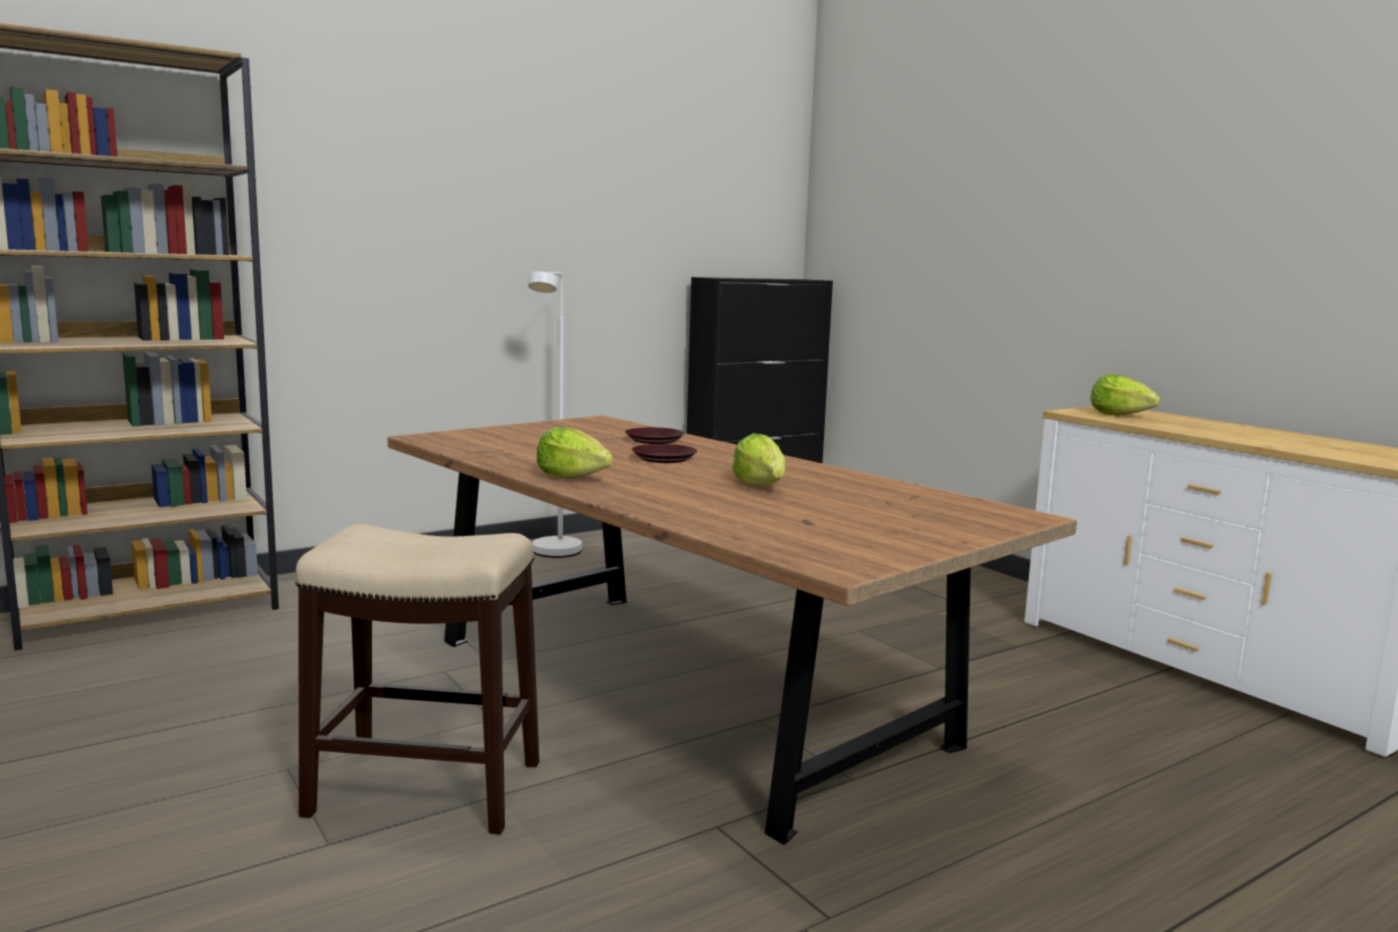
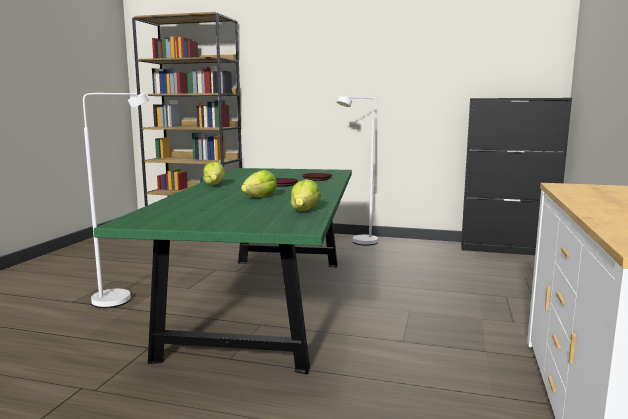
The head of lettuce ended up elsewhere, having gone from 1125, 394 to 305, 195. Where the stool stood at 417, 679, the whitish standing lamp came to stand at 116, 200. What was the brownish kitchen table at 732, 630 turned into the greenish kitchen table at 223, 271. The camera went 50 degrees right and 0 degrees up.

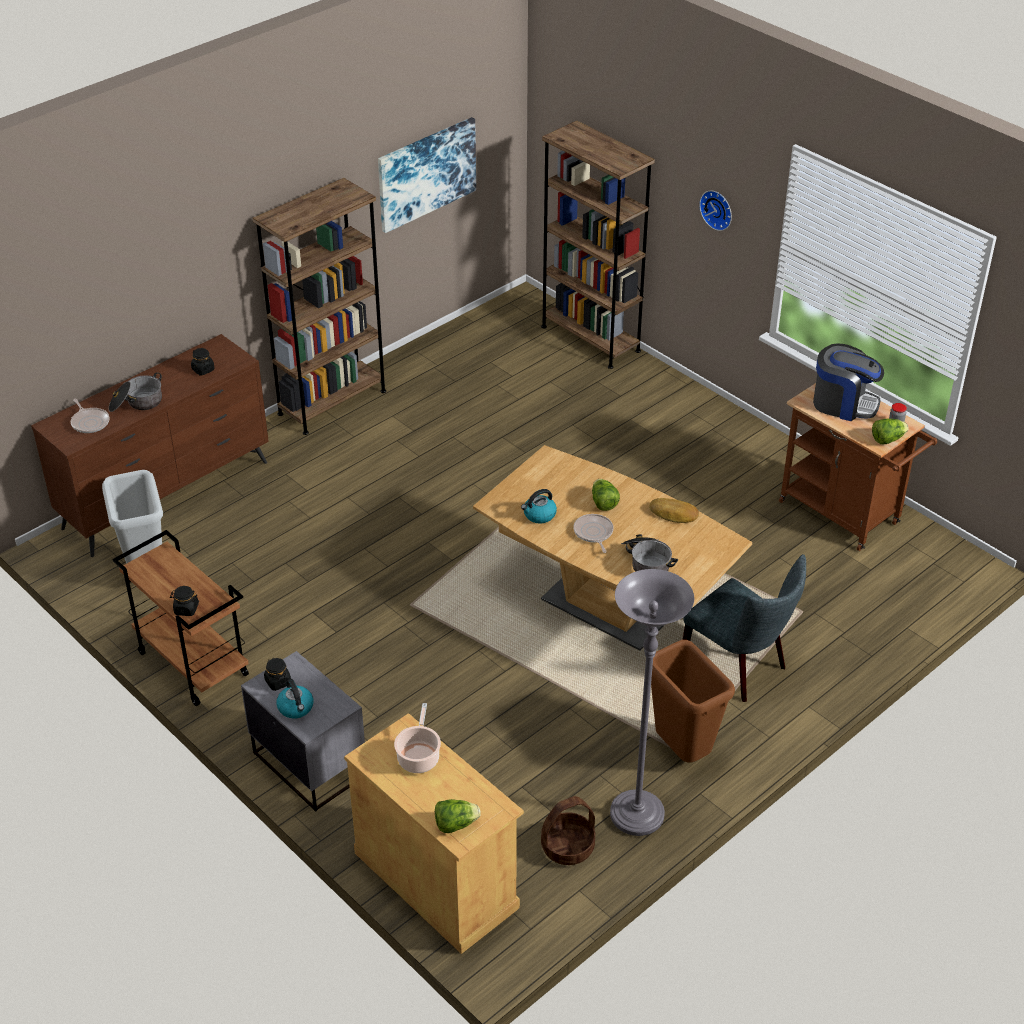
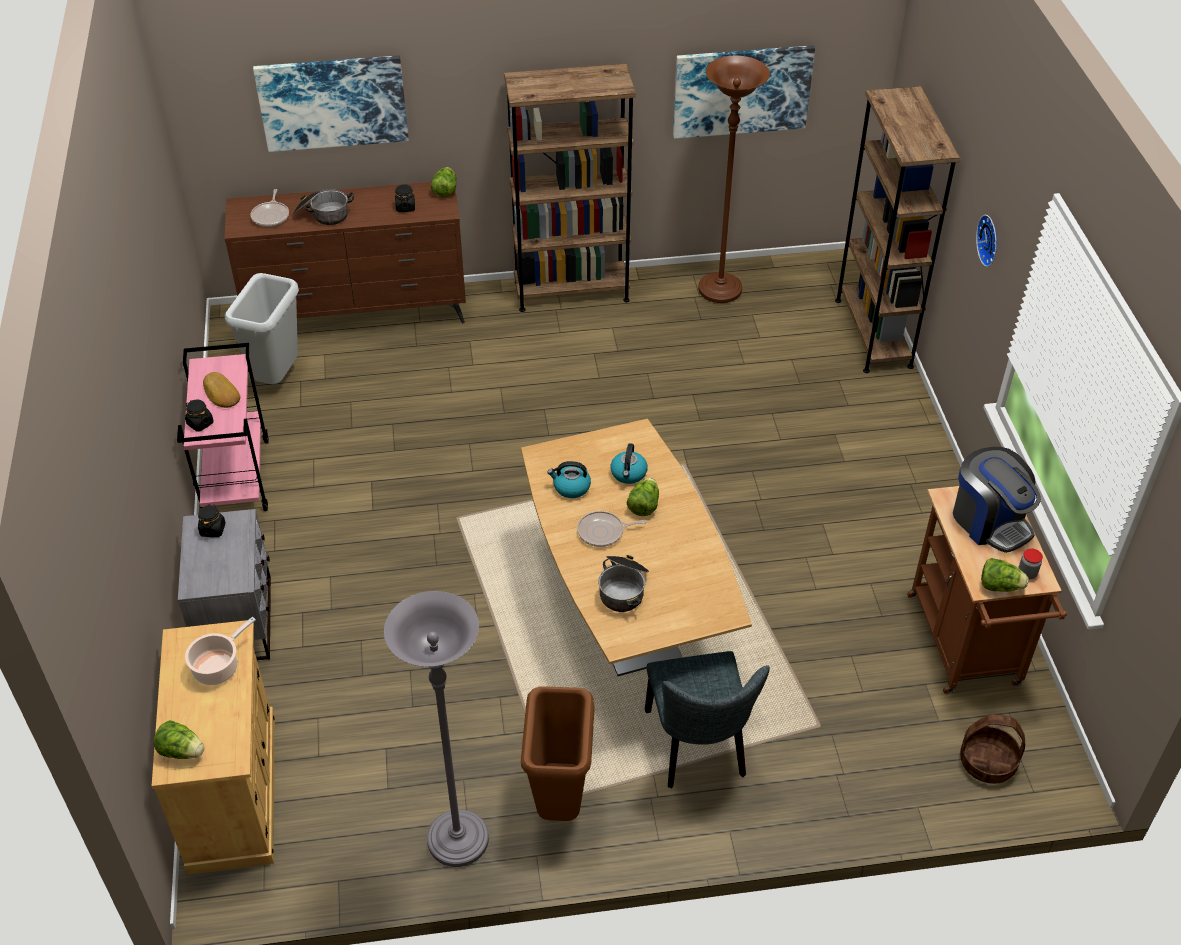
The second view gained the wall picture at 331, 103. The second view gained the head of lettuce at 443, 182. The second view gained the brownish standing lamp at 734, 179. The water kettle ended up elsewhere, having gone from 295, 699 to 629, 463. The storage basket ended up elsewhere, having gone from 568, 830 to 992, 749. The bakery bread ended up elsewhere, having gone from 674, 510 to 221, 390. What was the brownish cart at 180, 618 turned into the pinkish cart at 223, 427. The skillet at 593, 533 ended up facing another way, 120 degrees counterclockwise from before. The camera went 35 degrees right and 5 degrees up.

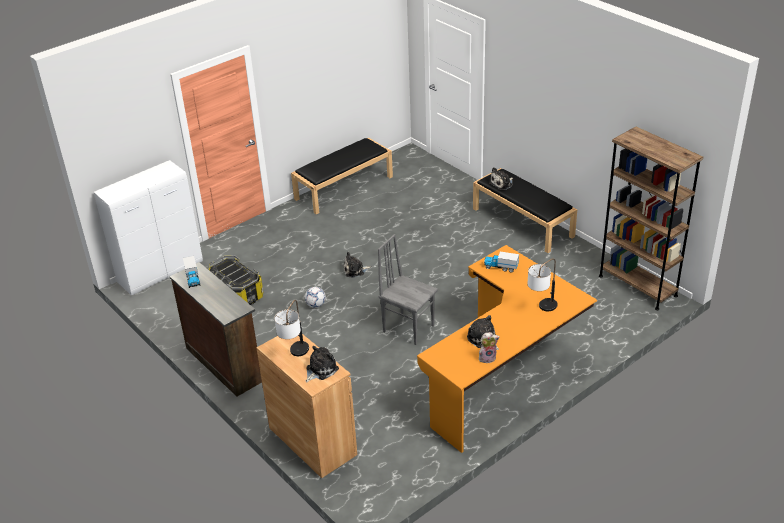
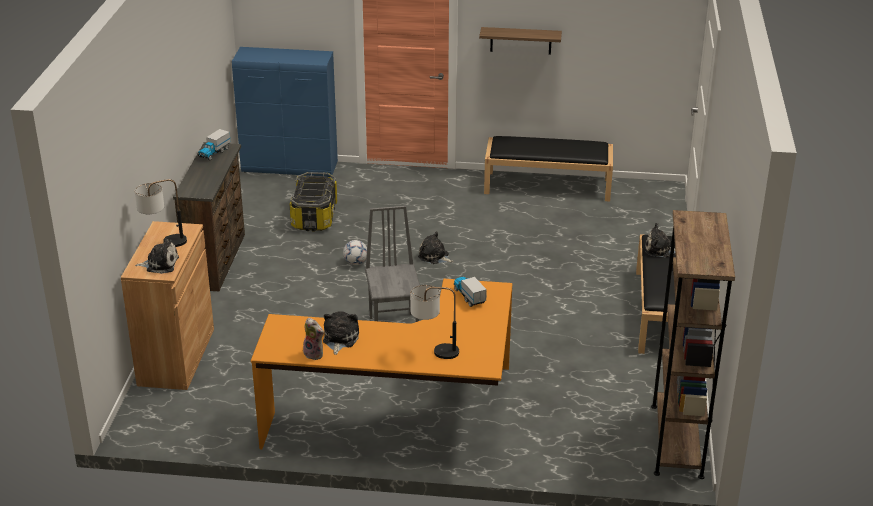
The second view gained the bracket shelf at 520, 41. What was the whitish cupboard at 148, 228 turned into the blue-coloured cupboard at 285, 112. The camera went 45 degrees right and 5 degrees down.

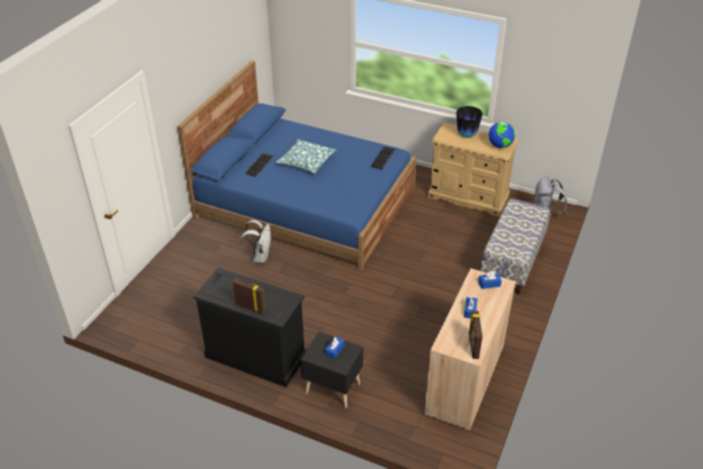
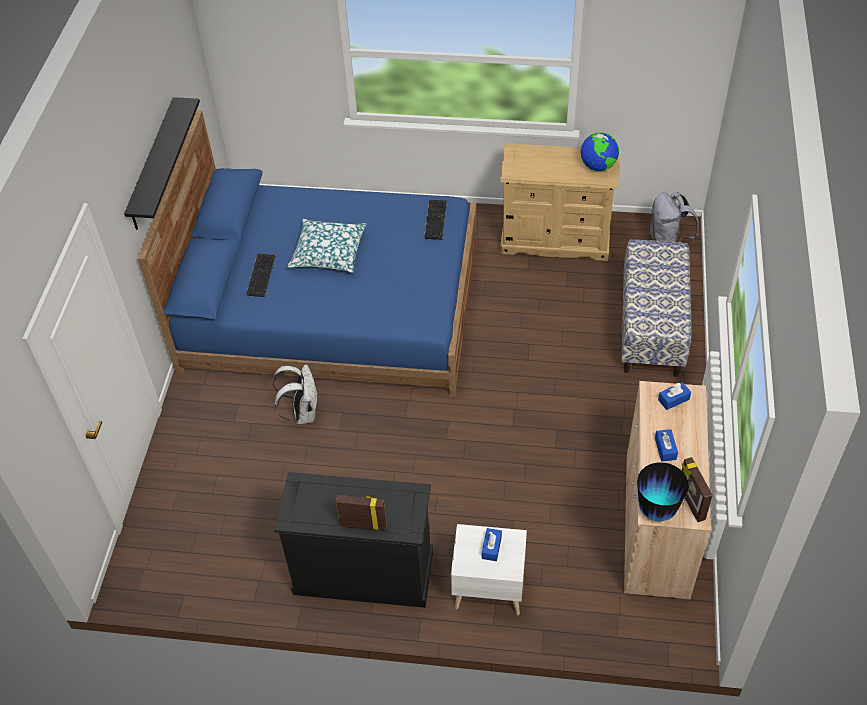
The second view gained the blackish bracket shelf at 162, 163. The decorative vase ended up elsewhere, having gone from 469, 121 to 663, 491. What was the blackish night table at 331, 370 turned into the whitish night table at 489, 569. The camera went 15 degrees left and 10 degrees up.

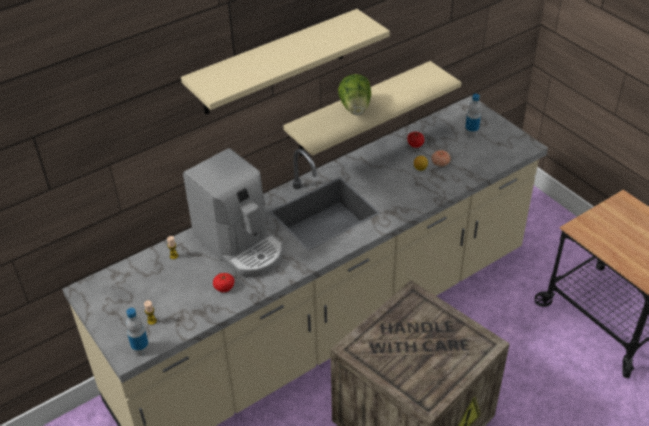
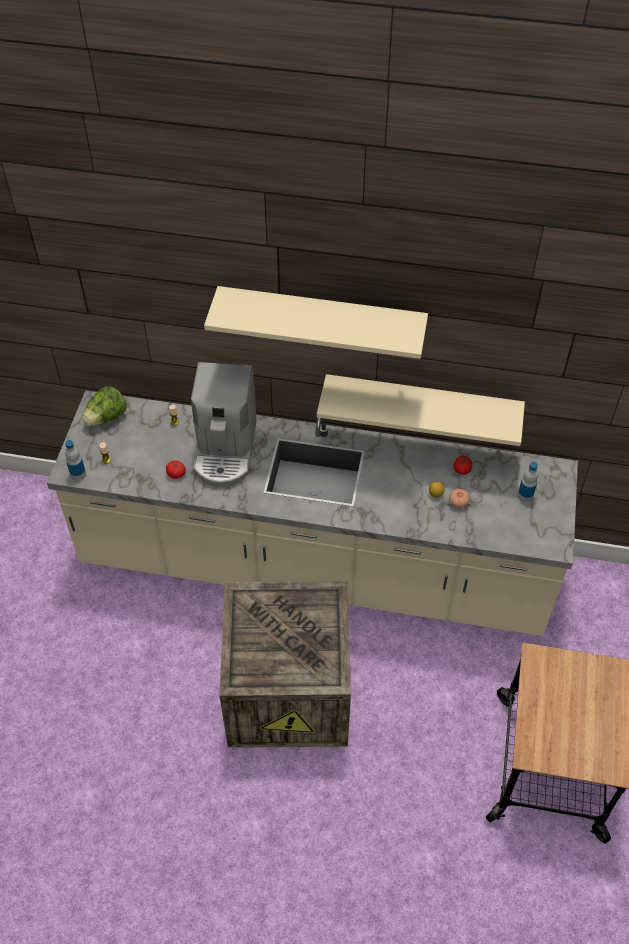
The head of lettuce ended up elsewhere, having gone from 354, 94 to 104, 406. The camera went 45 degrees right and 10 degrees up.

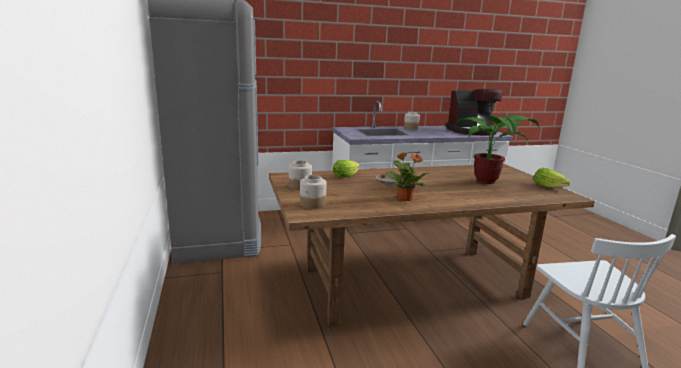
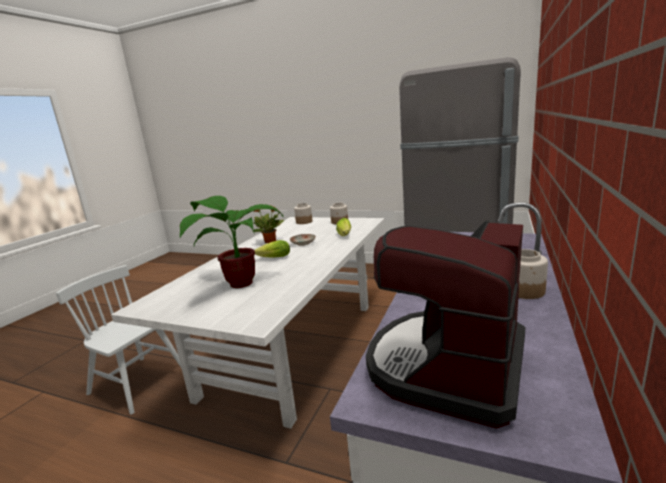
The head of lettuce ended up elsewhere, having gone from 552, 178 to 272, 248. What was the brownish kitchen table at 432, 245 turned into the whitish kitchen table at 247, 323. The camera went 130 degrees right and 0 degrees up.

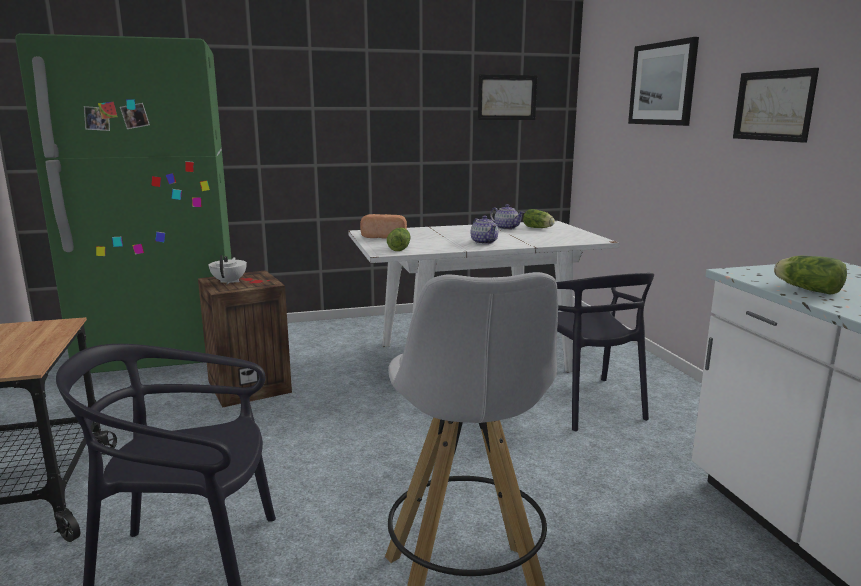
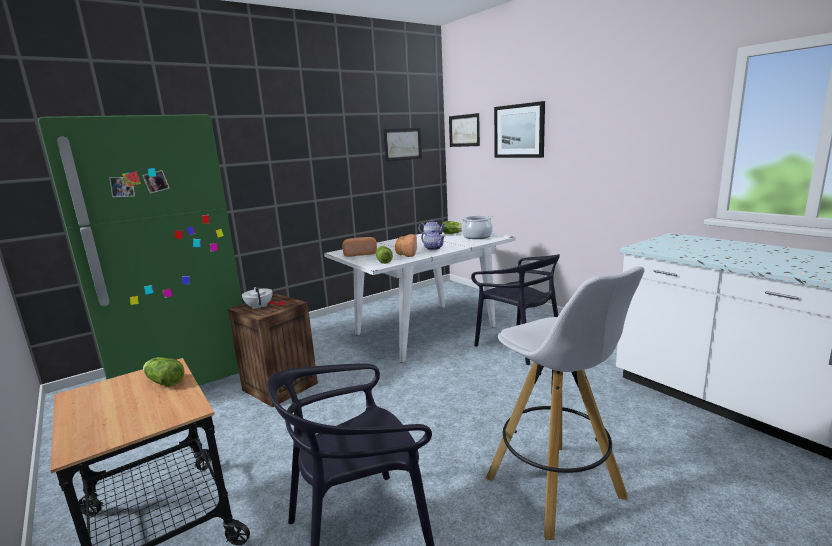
The second view gained the bakery bread at 406, 245. The second view gained the stockpot at 476, 227. The wall picture ended up elsewhere, having gone from 776, 105 to 464, 130. The head of lettuce ended up elsewhere, having gone from 810, 275 to 163, 372. The camera went 20 degrees left and 0 degrees up.

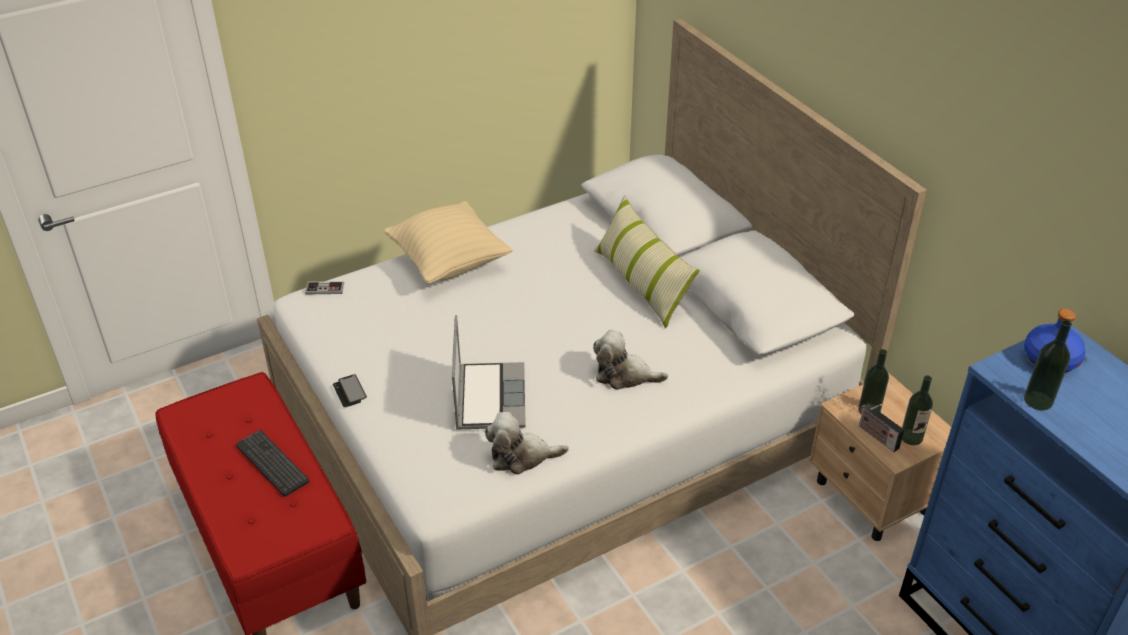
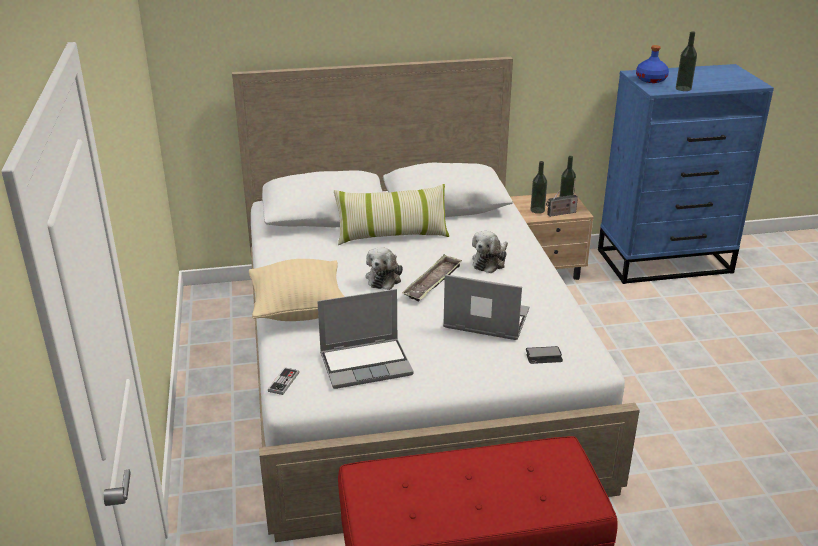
The second view lost the PC keyboard at 272, 463. The second view gained the notebook computer at 365, 339. The second view gained the serving tray at 432, 278. The phone ended up elsewhere, having gone from 350, 390 to 544, 355. The cuddly toy ended up elsewhere, having gone from 527, 443 to 384, 268. The camera went 70 degrees left and 10 degrees down.

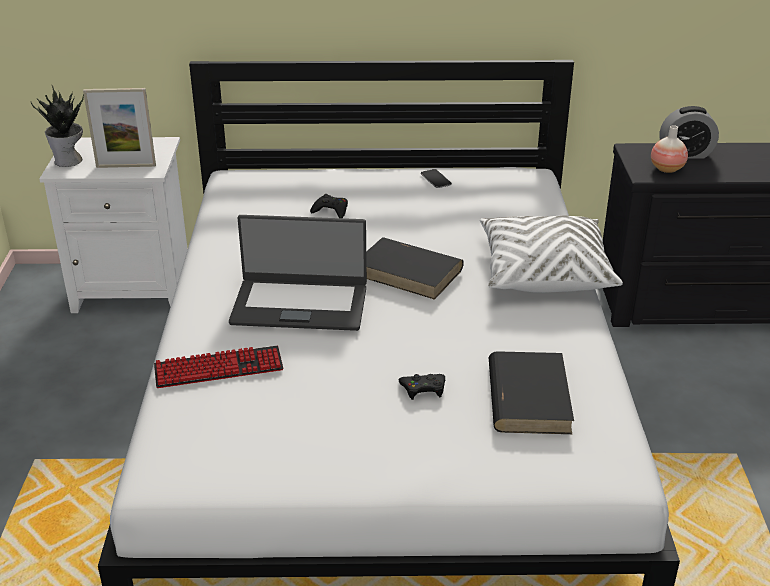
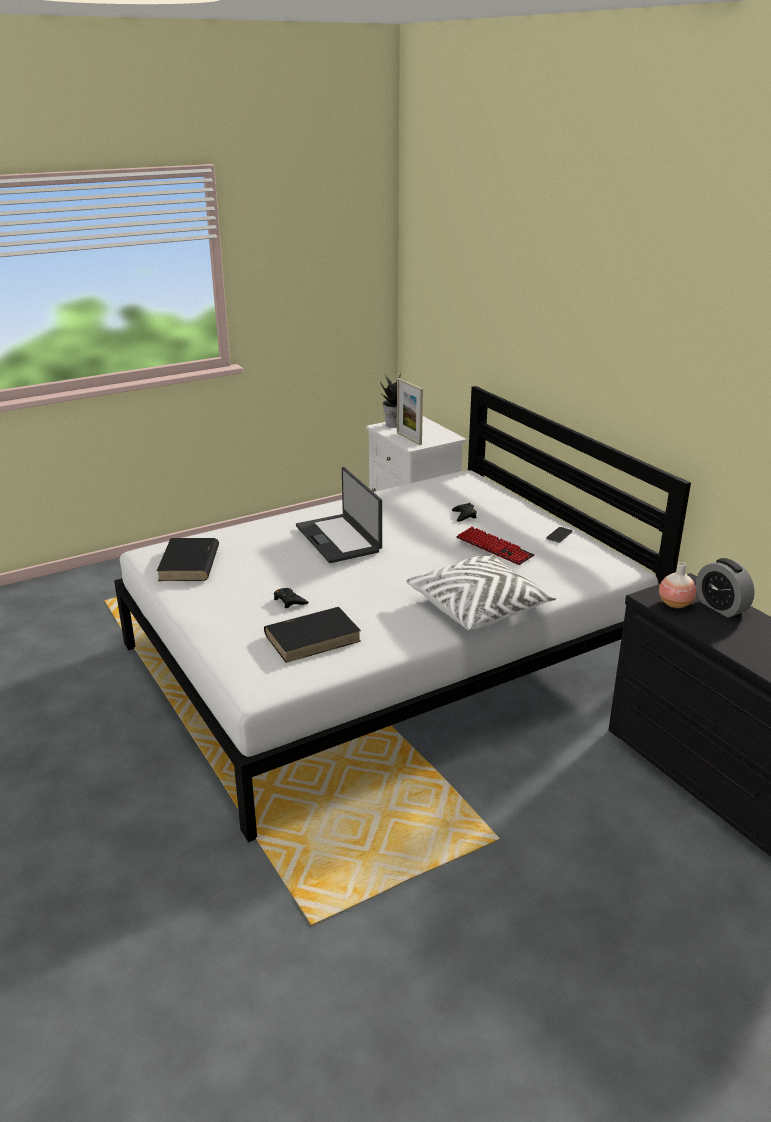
The PC keyboard ended up elsewhere, having gone from 219, 367 to 495, 545. The blackish volume ended up elsewhere, having gone from 415, 268 to 188, 559. The camera went 60 degrees right and 5 degrees down.

